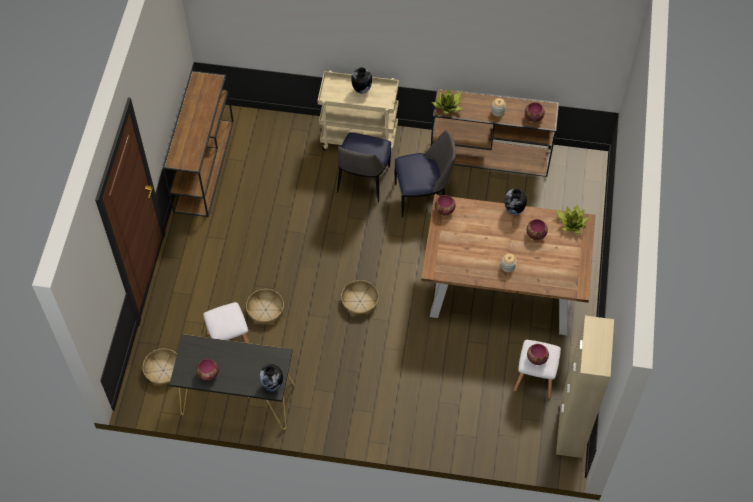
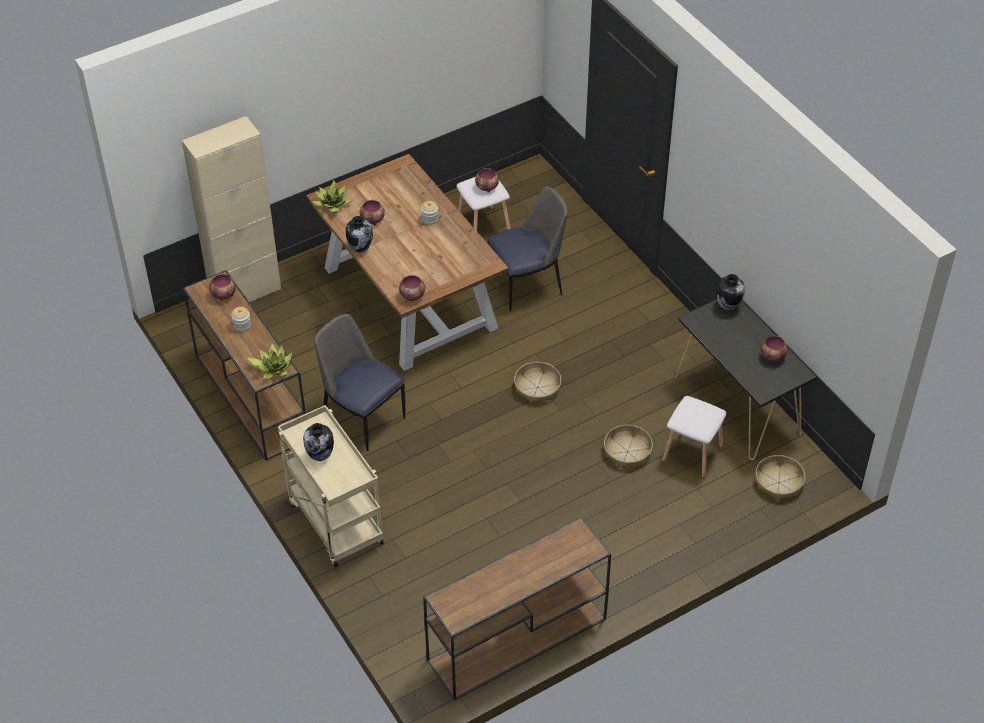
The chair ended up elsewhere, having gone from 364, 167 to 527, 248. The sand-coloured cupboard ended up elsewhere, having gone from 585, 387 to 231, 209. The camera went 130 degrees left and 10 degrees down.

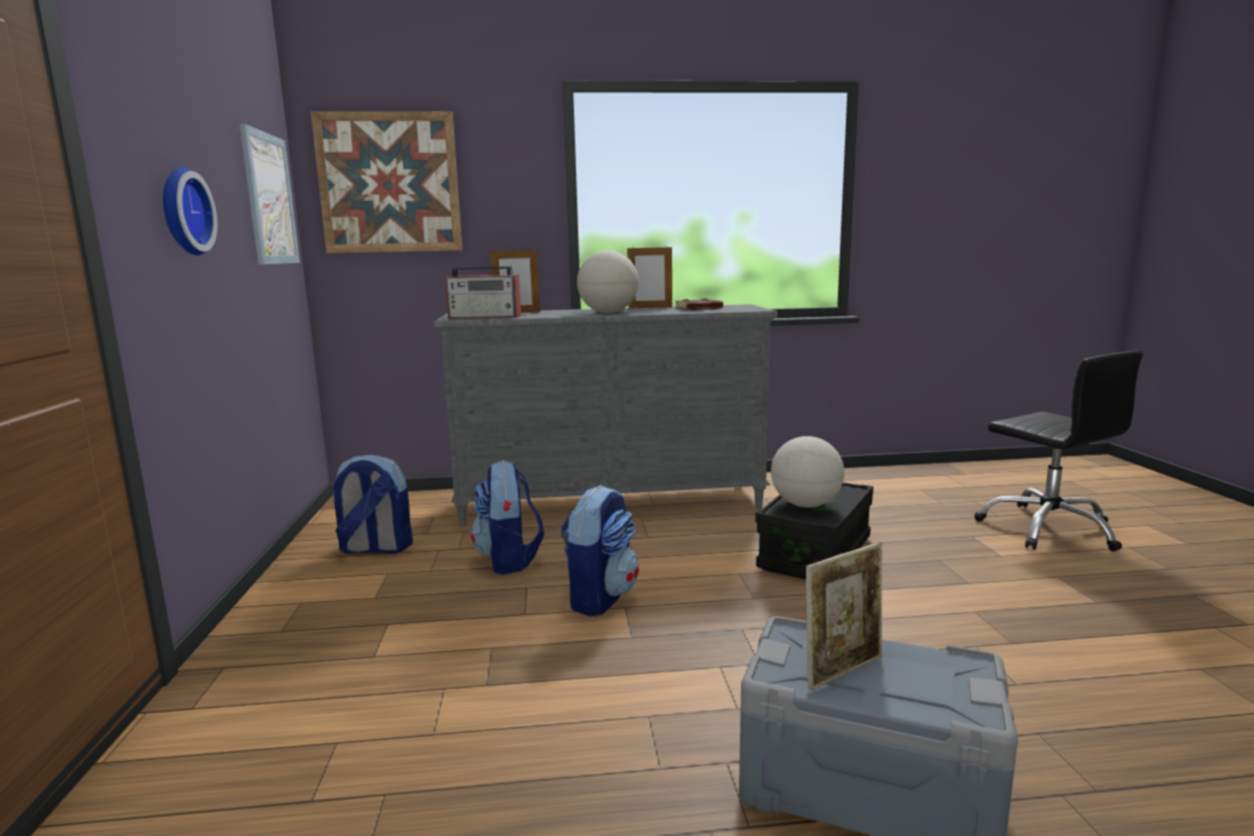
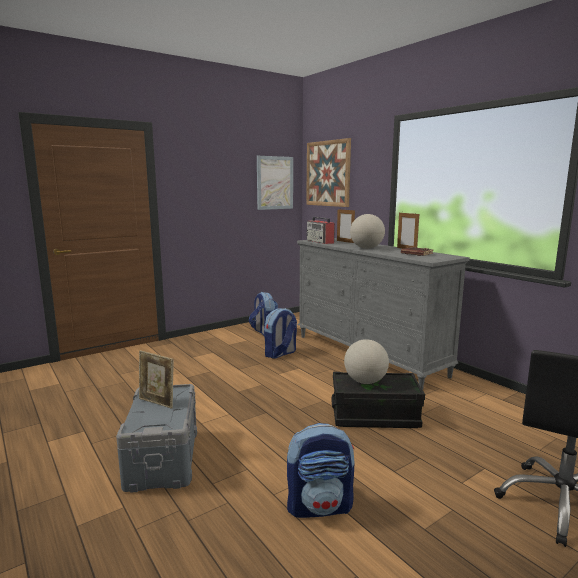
The second view lost the clock on the wall at 190, 211. The knapsack ended up elsewhere, having gone from 599, 550 to 320, 470. The camera went 60 degrees right and 0 degrees up.

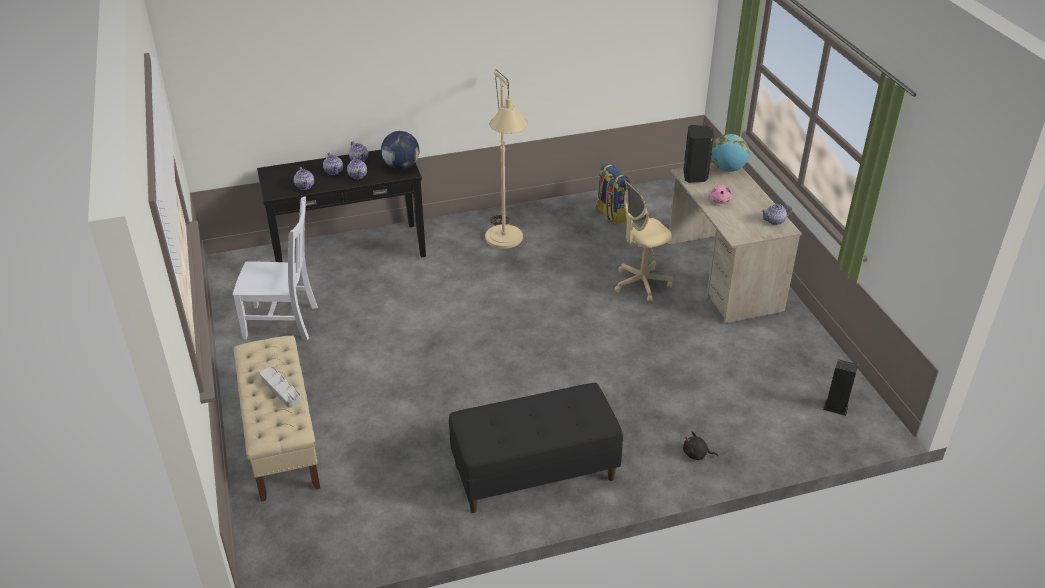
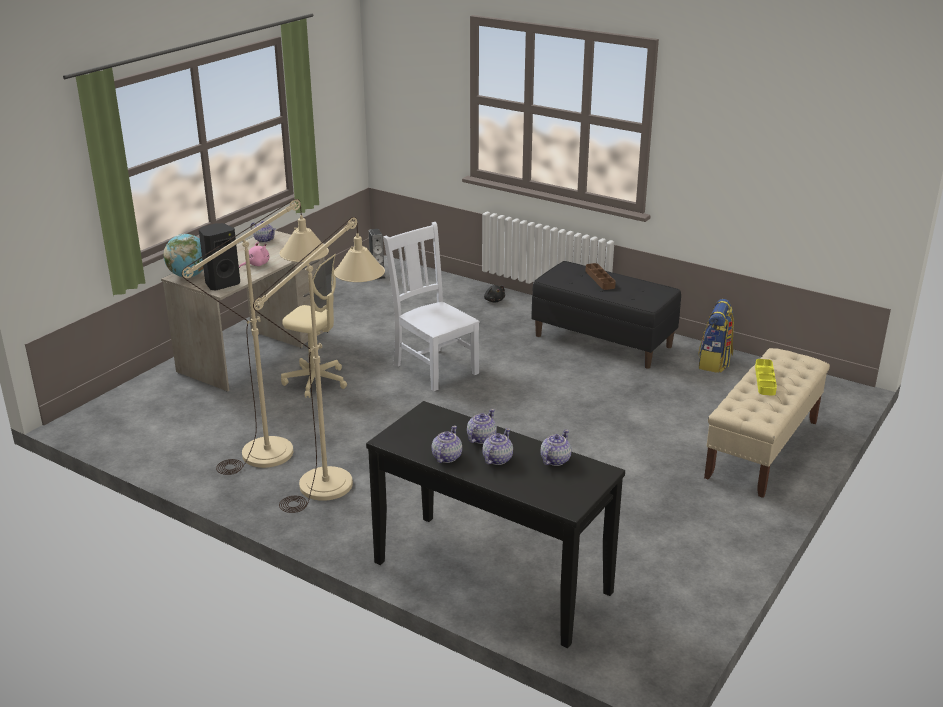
The second view lost the world globe at 400, 150. The second view gained the sand-coloured standing lamp at 255, 337. The second view gained the brownish serving tray at 600, 276. The whitish chair ended up elsewhere, having gone from 275, 268 to 431, 306. The knapsack ended up elsewhere, having gone from 612, 193 to 716, 336. What was the gray serving tray at 281, 387 turned into the yellow serving tray at 766, 377. The camera went 130 degrees left and 10 degrees down.

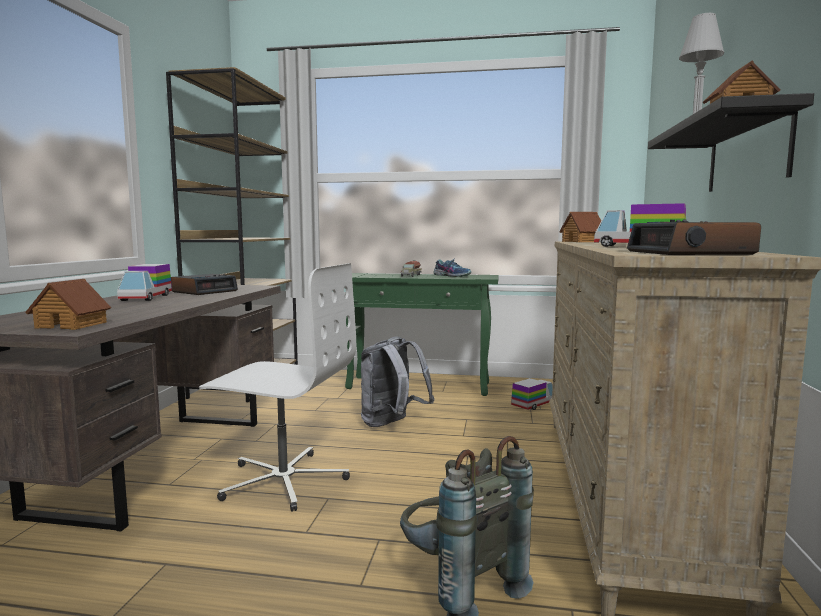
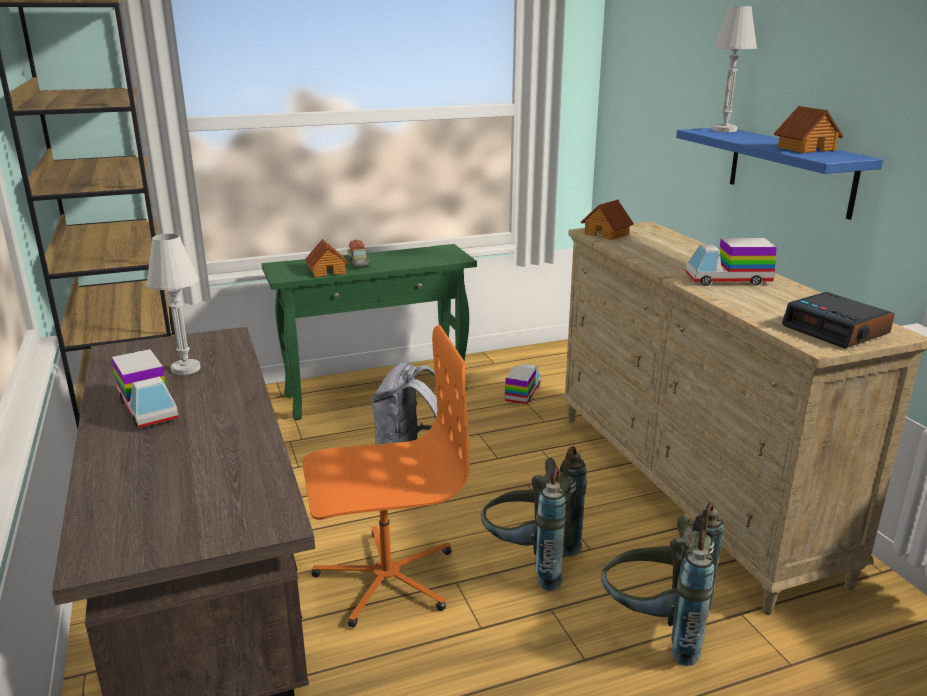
The second view lost the low shoe at 452, 267. The second view gained the gray knapsack at 534, 518. The miniature house ended up elsewhere, having gone from 68, 304 to 327, 258. Where the bedside clock stood at 204, 284, the whitish table lamp came to stand at 173, 304. What was the whitish office chair at 277, 387 turned into the orange office chair at 386, 476. What was the blackish bracket shelf at 731, 142 turned into the blue-coloured bracket shelf at 779, 174. The camera went 30 degrees left and 15 degrees up.

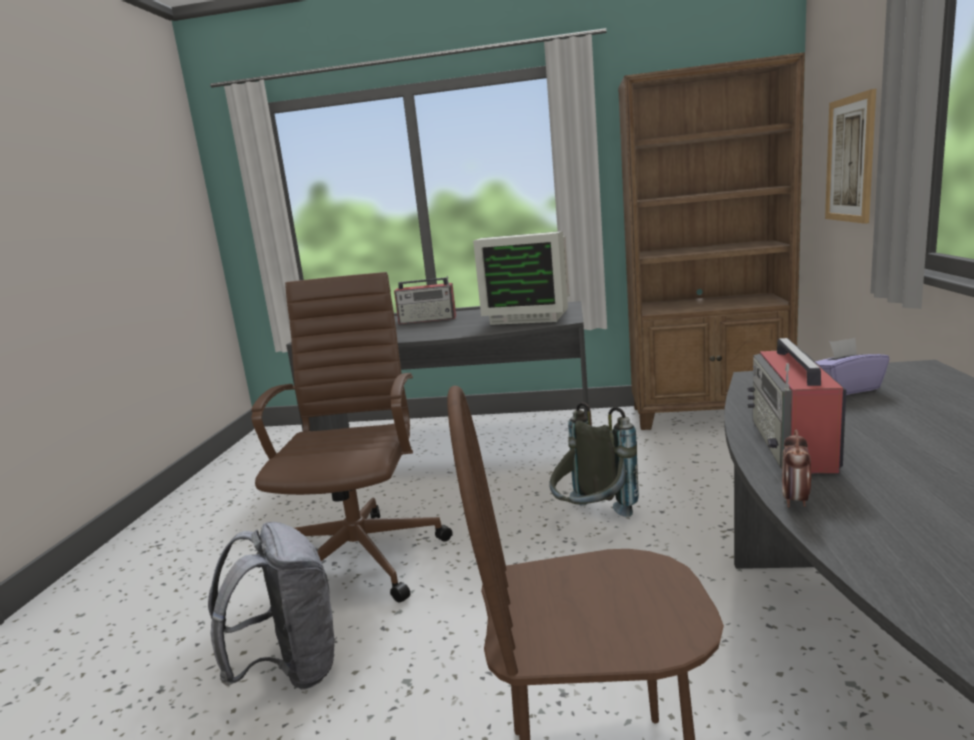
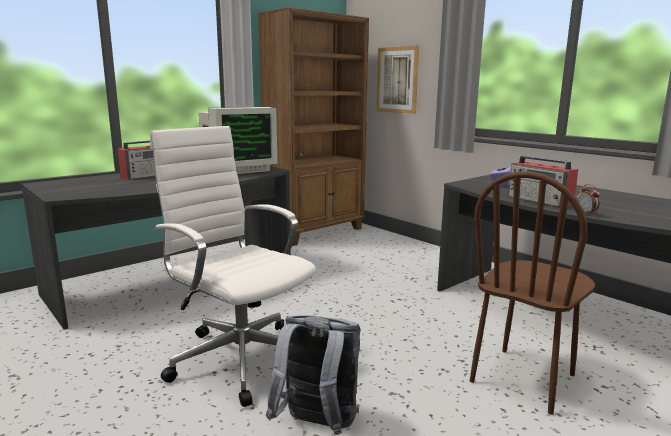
The second view lost the gray knapsack at 594, 459. What was the brownish office chair at 352, 437 turned into the whitish office chair at 233, 266. The camera went 50 degrees left and 0 degrees up.

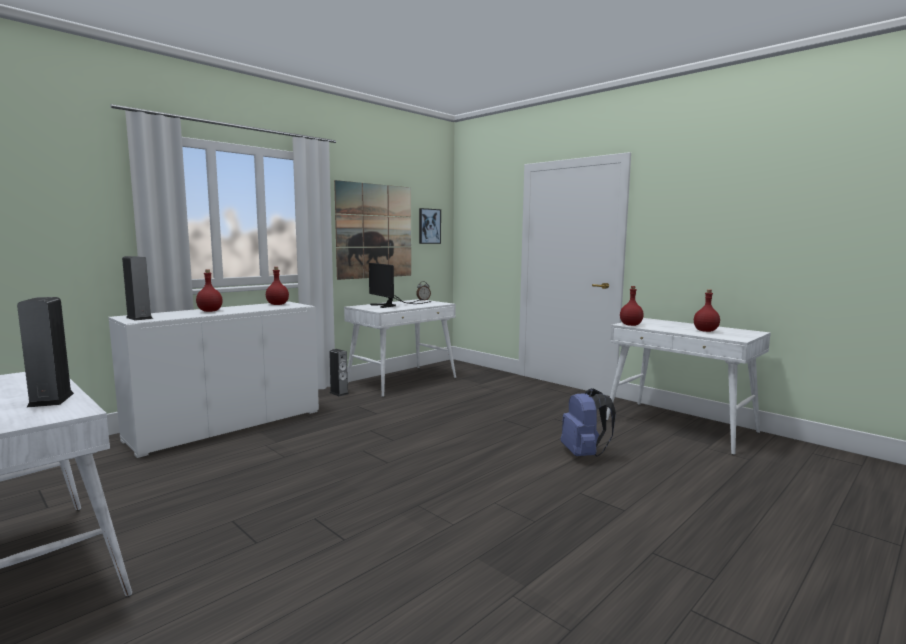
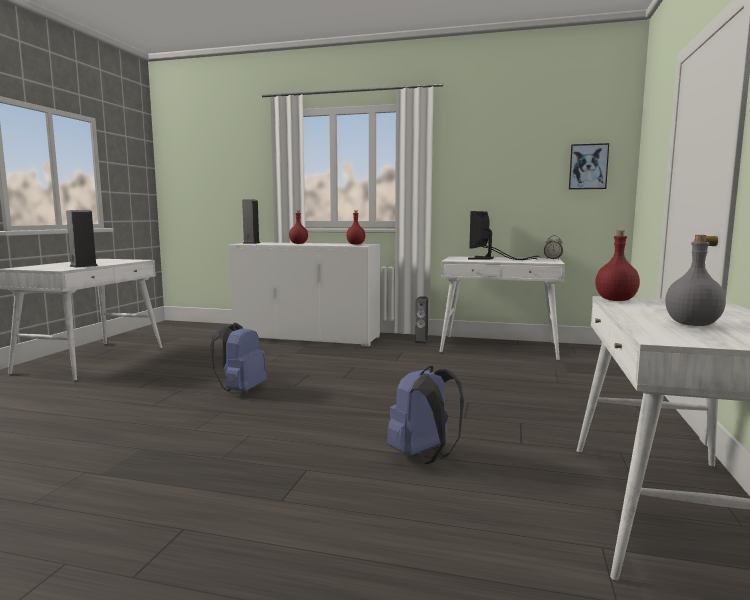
The second view lost the wall picture at 372, 230. The second view gained the blue-coloured knapsack at 238, 357. What was the red-coloured beverage bottle at 707, 310 turned into the gray beverage bottle at 695, 280. The camera went 60 degrees right and 0 degrees up.

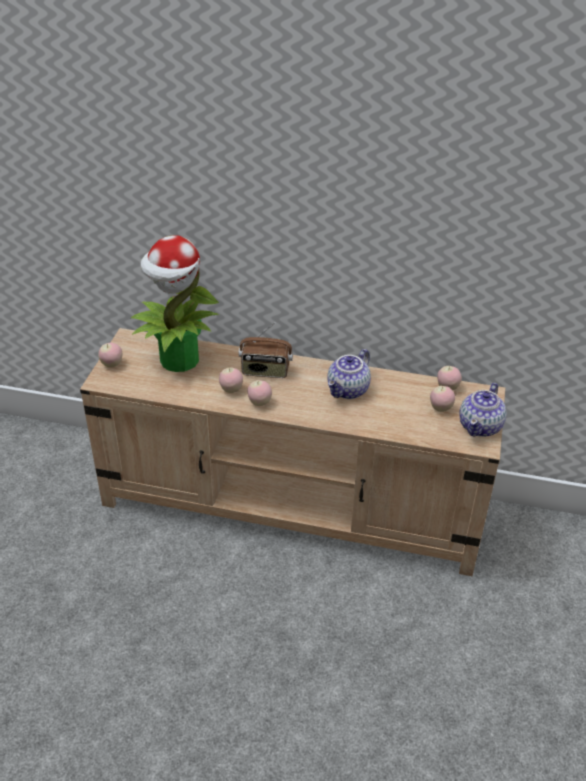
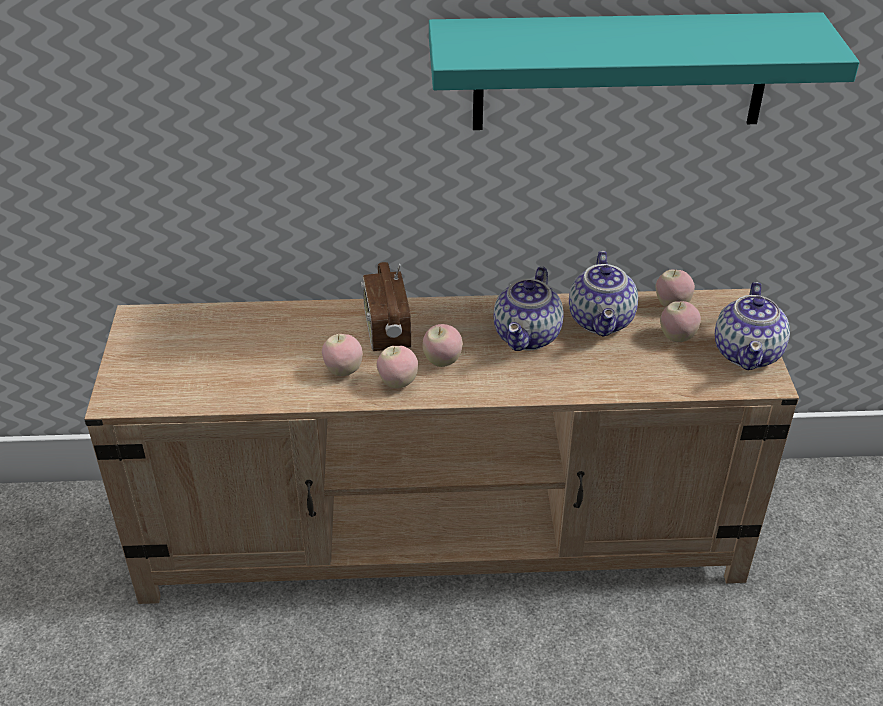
The second view lost the plant in a pot at 174, 303. The second view gained the turquoise bracket shelf at 644, 71. The second view gained the teapot at 603, 294. The whole apple ended up elsewhere, having gone from 110, 355 to 442, 345. The radio set at 266, 350 ended up facing another way, 90 degrees clockwise from before. The camera went 15 degrees left and 0 degrees up.

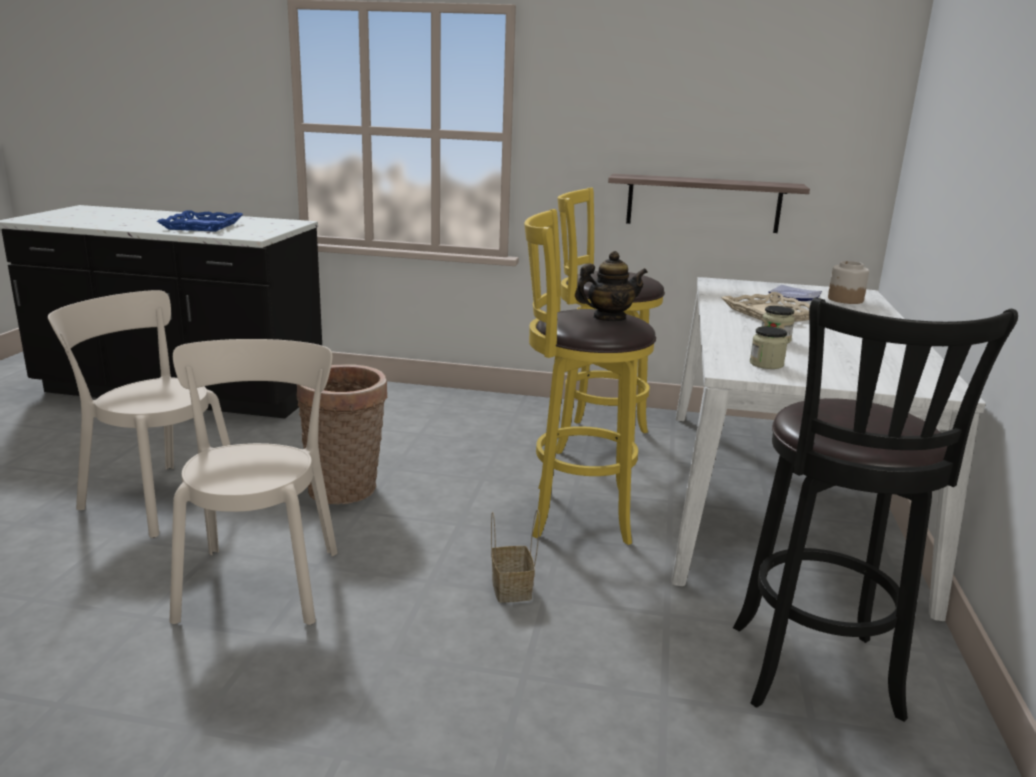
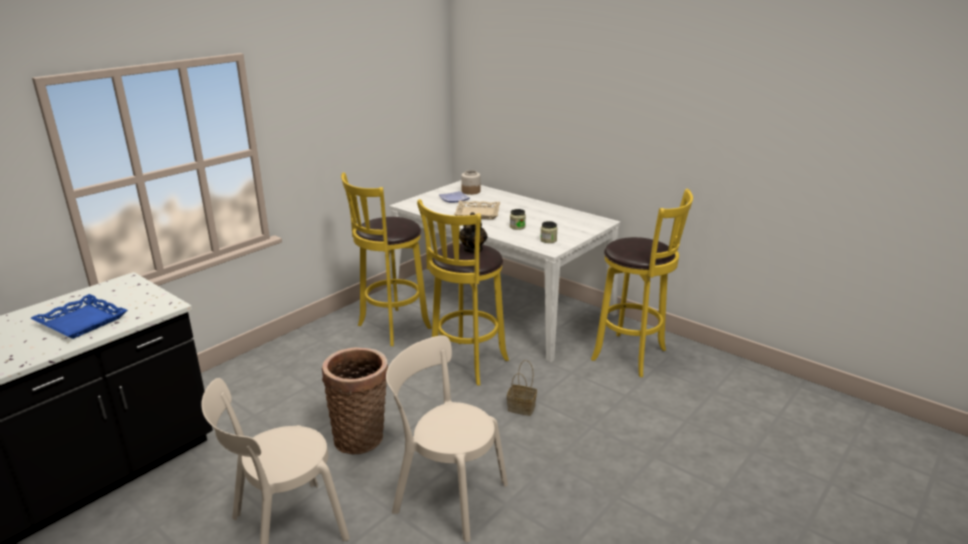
The second view lost the bracket shelf at 709, 203. What was the blackish stool at 875, 509 turned into the yellow stool at 642, 283. The camera went 60 degrees left and 5 degrees up.

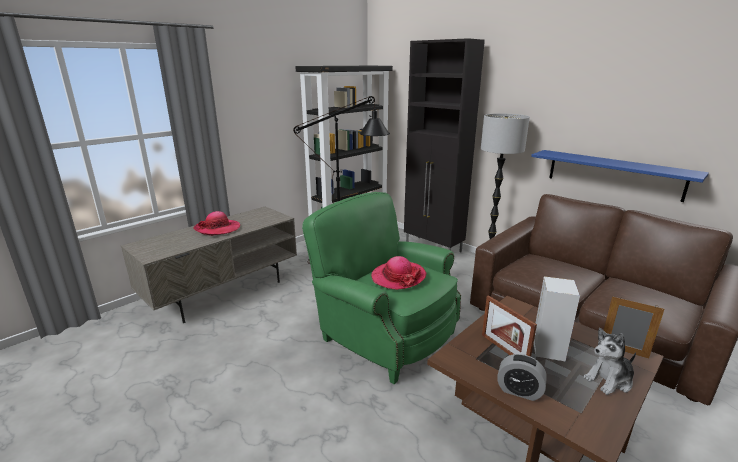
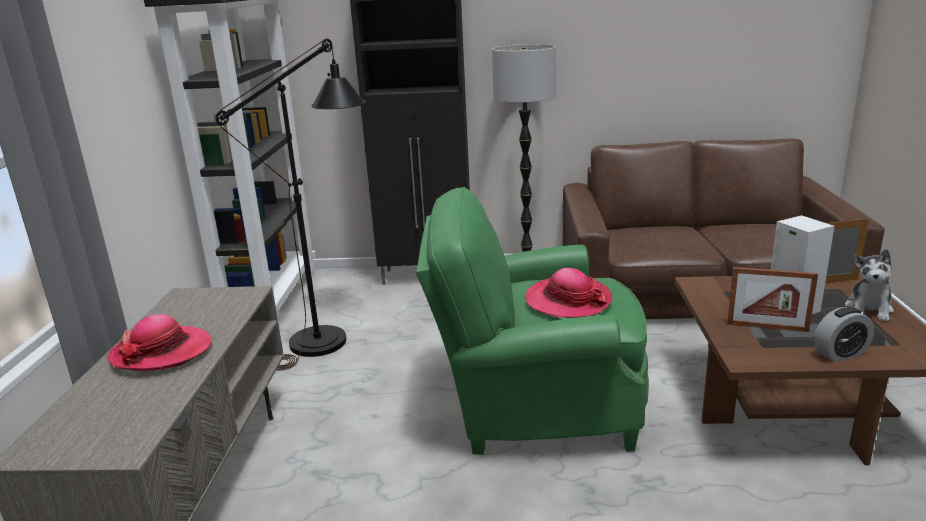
The second view lost the blue-coloured bracket shelf at 620, 176. The camera went 40 degrees left and 0 degrees up.

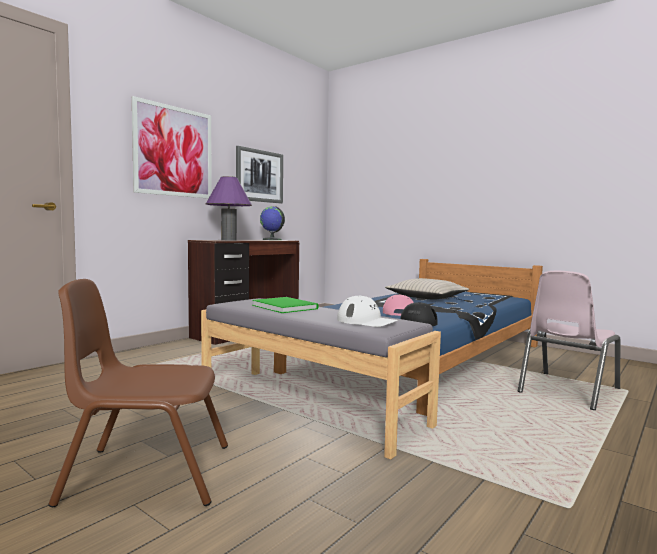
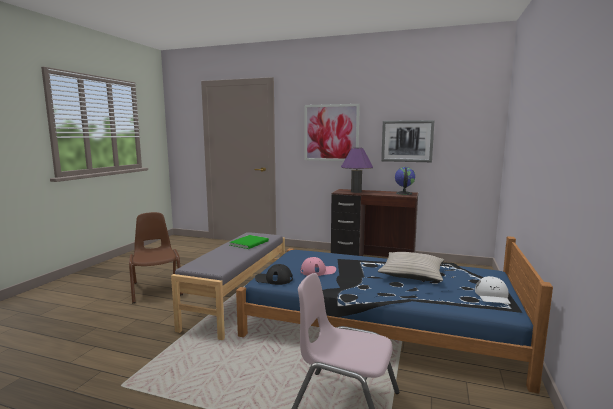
The whitish baseball cap ended up elsewhere, having gone from 367, 311 to 493, 290. The camera went 70 degrees right and 5 degrees up.

